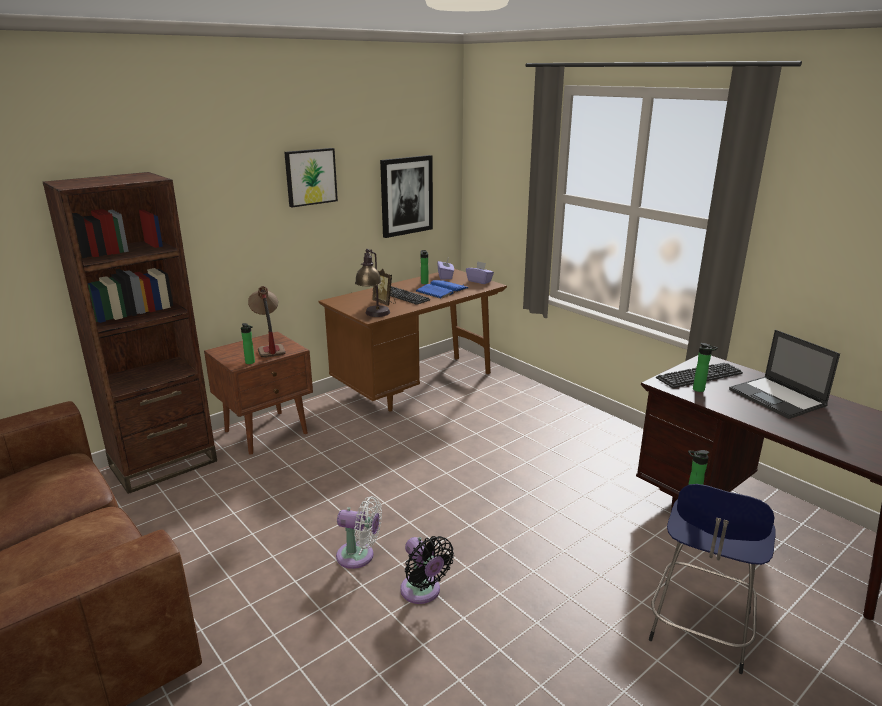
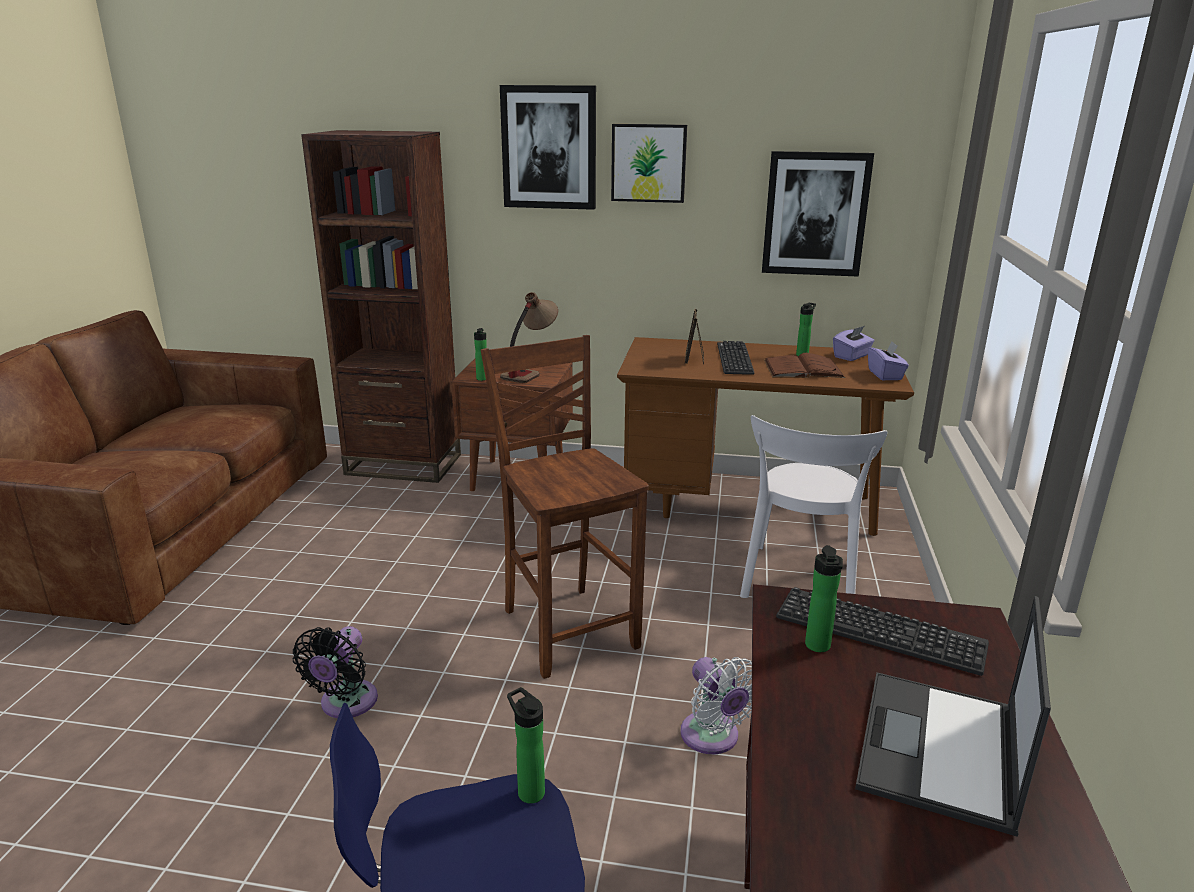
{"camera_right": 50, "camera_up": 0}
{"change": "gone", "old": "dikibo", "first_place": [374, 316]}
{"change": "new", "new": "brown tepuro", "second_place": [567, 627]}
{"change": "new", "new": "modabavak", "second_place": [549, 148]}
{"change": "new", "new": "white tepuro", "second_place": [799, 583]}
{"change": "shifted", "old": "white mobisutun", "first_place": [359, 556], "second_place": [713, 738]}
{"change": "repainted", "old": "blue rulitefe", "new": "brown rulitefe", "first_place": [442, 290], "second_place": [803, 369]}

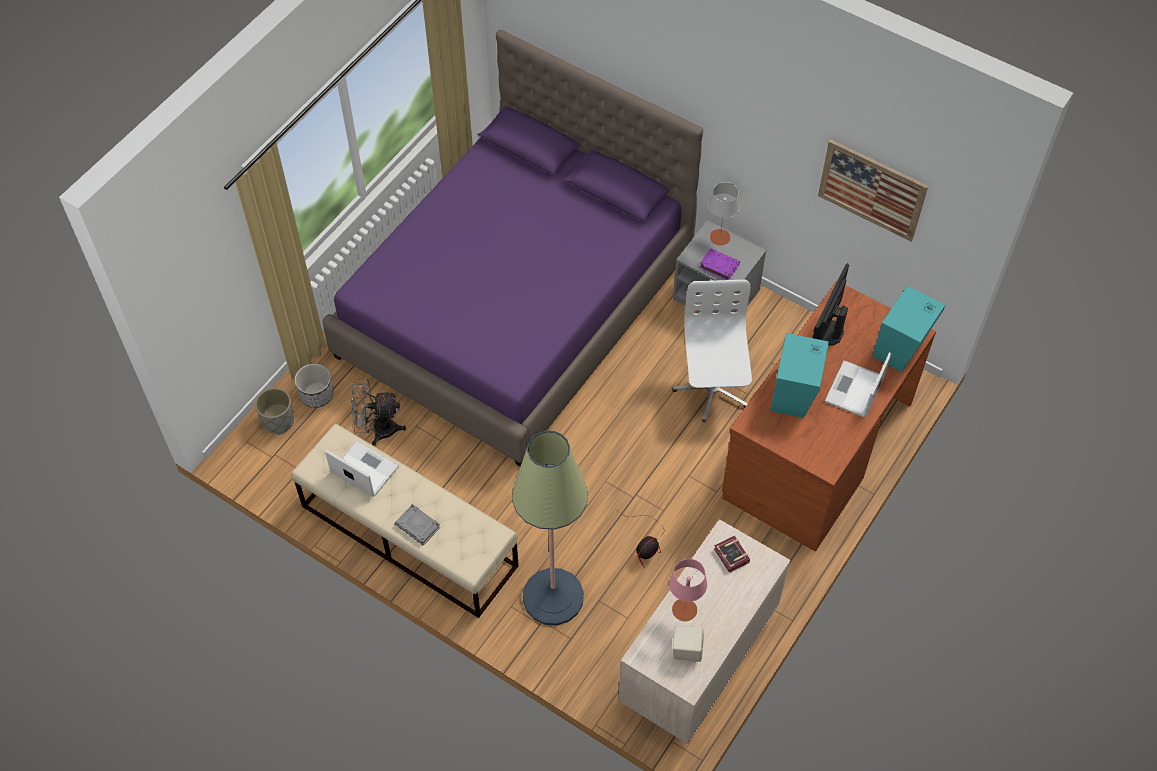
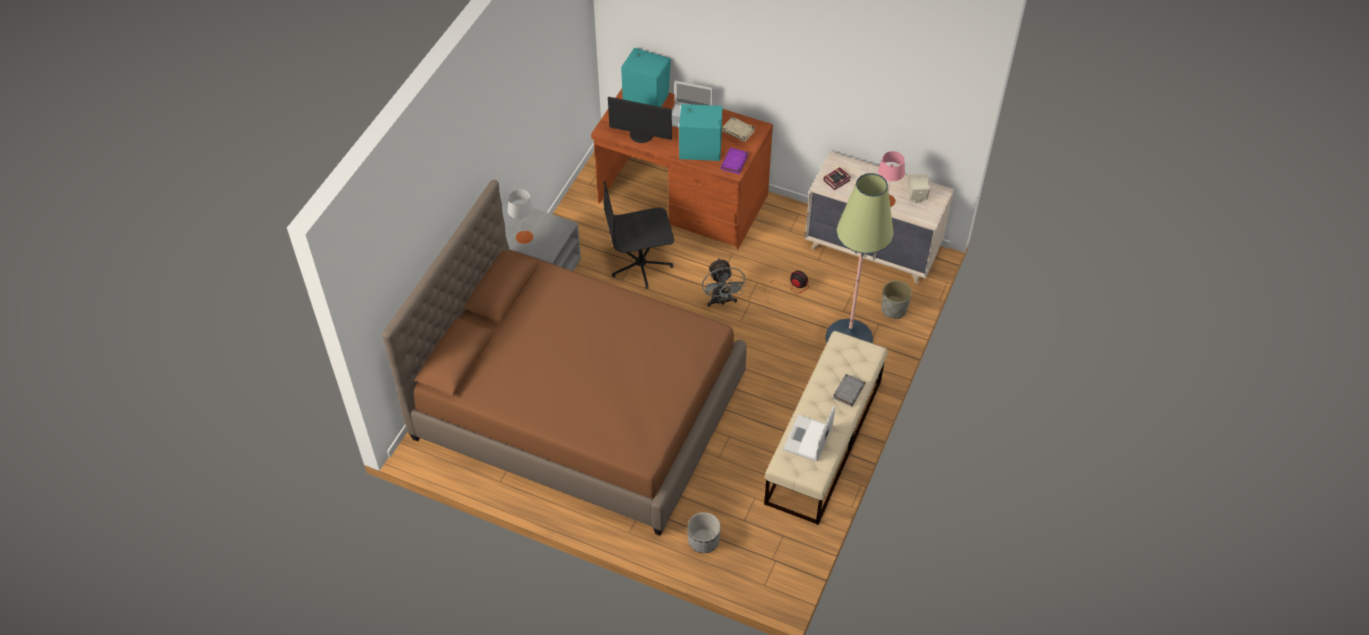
{"camera_right": -100, "camera_up": -5}
{"change": "gone", "old": "modabavak", "first_place": [872, 189]}
{"change": "new", "new": "beige rulitefe", "second_place": [738, 131]}
{"change": "shifted", "old": "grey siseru", "first_place": [278, 421], "second_place": [894, 310]}
{"change": "shifted", "old": "grey mobisutun", "first_place": [377, 429], "second_place": [721, 301]}
{"change": "shifted", "old": "purple rulitefe", "first_place": [718, 266], "second_place": [734, 163]}
{"change": "repainted", "old": "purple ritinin", "new": "brown ritinin", "first_place": [515, 306], "second_place": [579, 407]}
{"change": "repainted", "old": "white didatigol", "new": "black didatigol", "first_place": [712, 390], "second_place": [641, 265]}

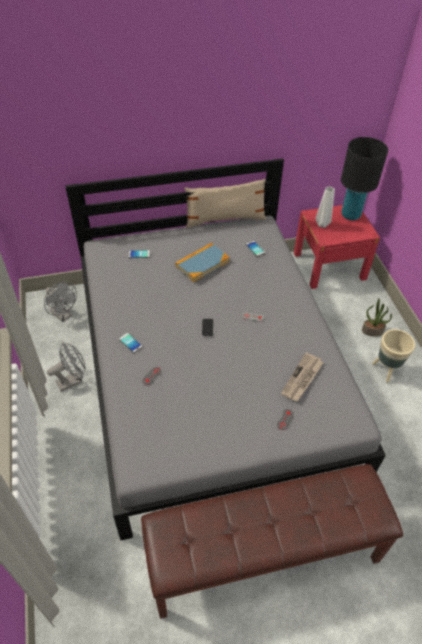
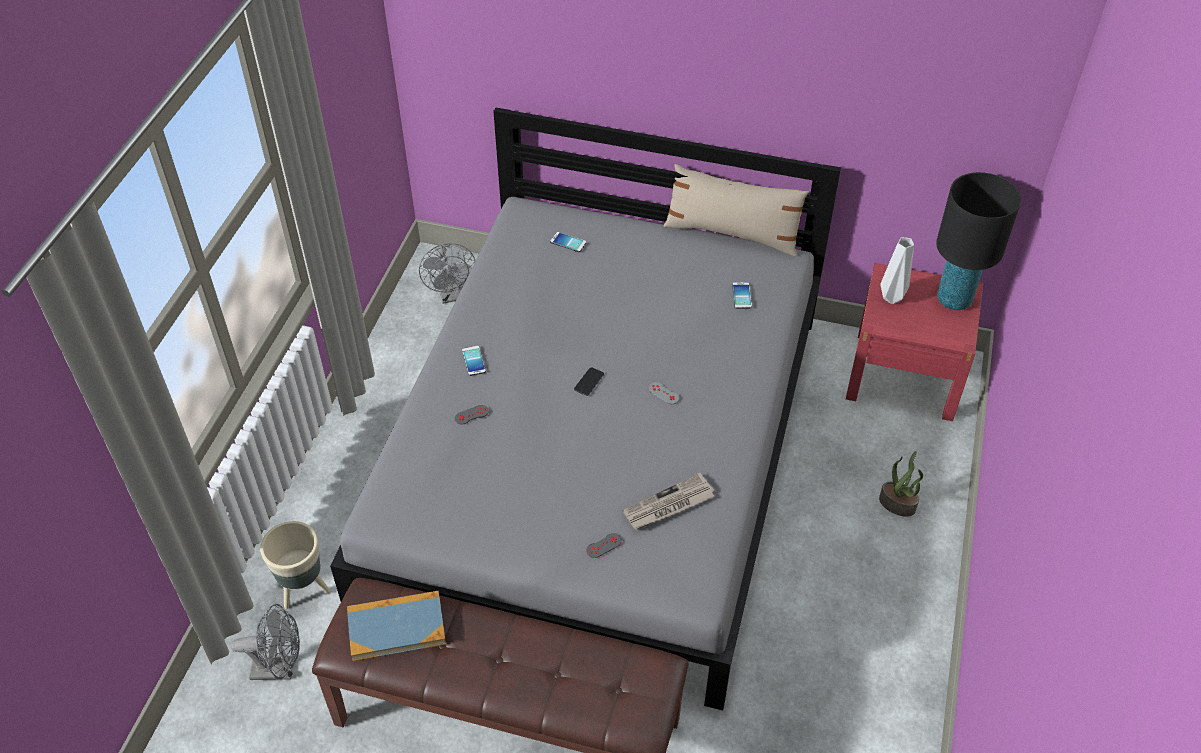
{"camera_right": 30, "camera_up": 0}
{"change": "shifted", "old": "grey mobisutun", "first_place": [73, 380], "second_place": [280, 668]}
{"change": "shifted", "old": "rulitefe", "first_place": [202, 264], "second_place": [396, 627]}
{"change": "shifted", "old": "beige siseru", "first_place": [385, 370], "second_place": [303, 590]}

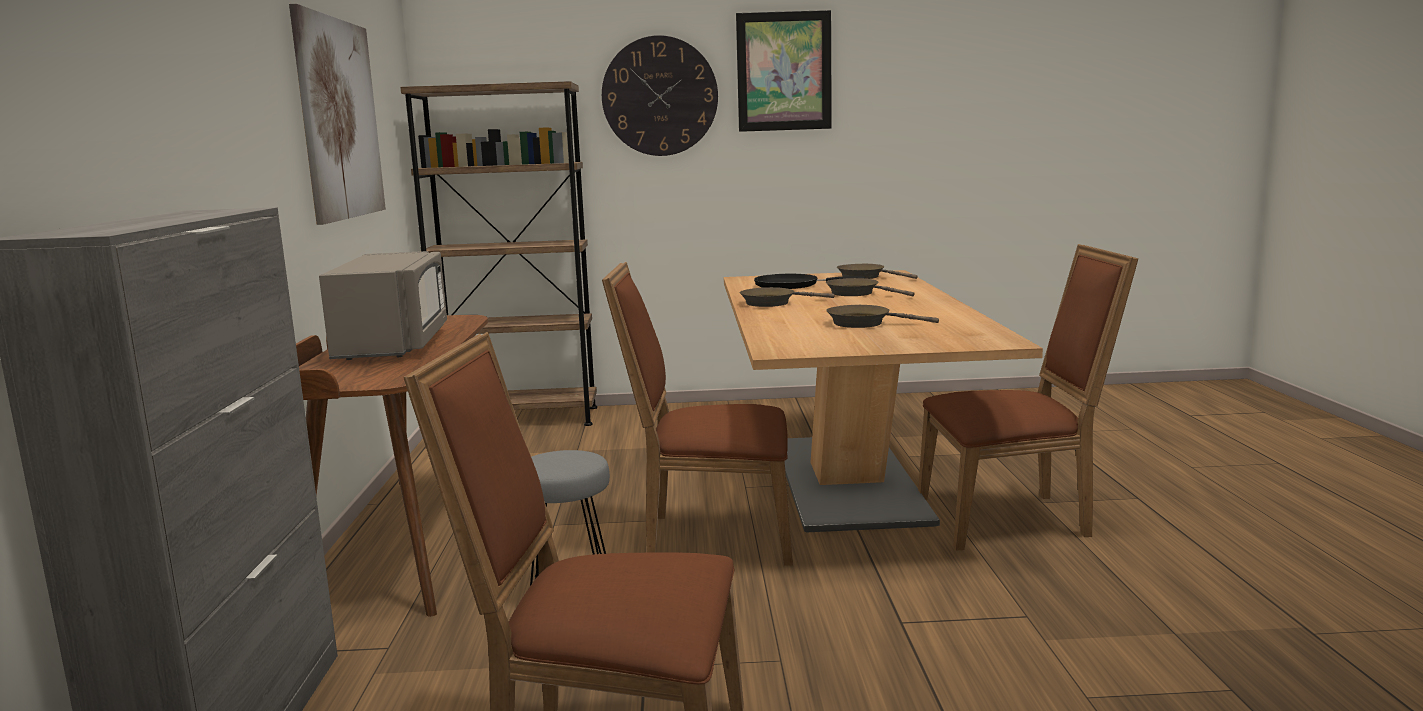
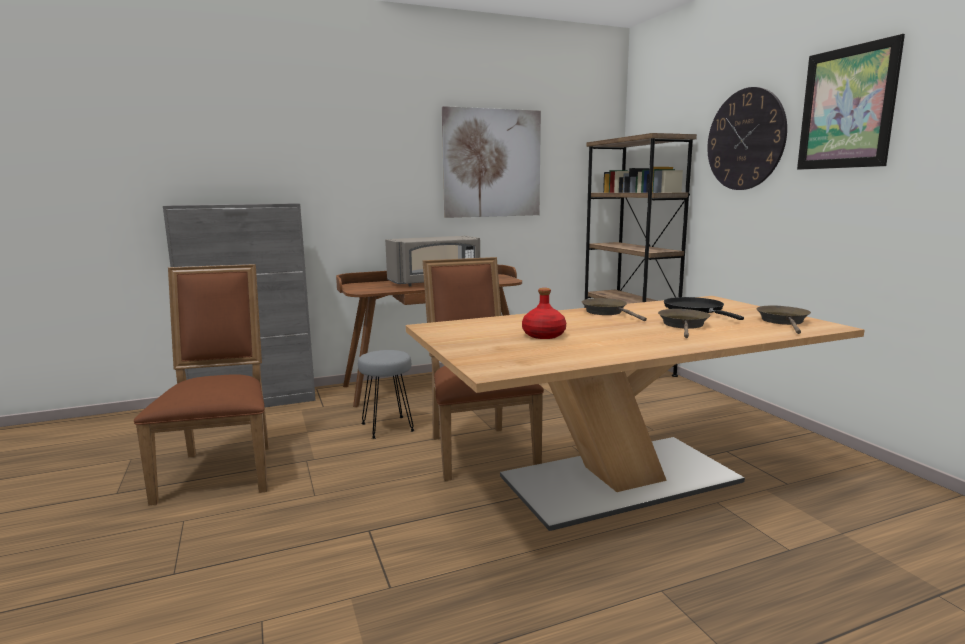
{"camera_right": 70, "camera_up": 0}
{"change": "gone", "old": "brown tepuro", "first_place": [1012, 518]}
{"change": "swapped", "old": "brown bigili", "new": "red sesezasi", "first_place": [864, 323], "second_place": [544, 335]}

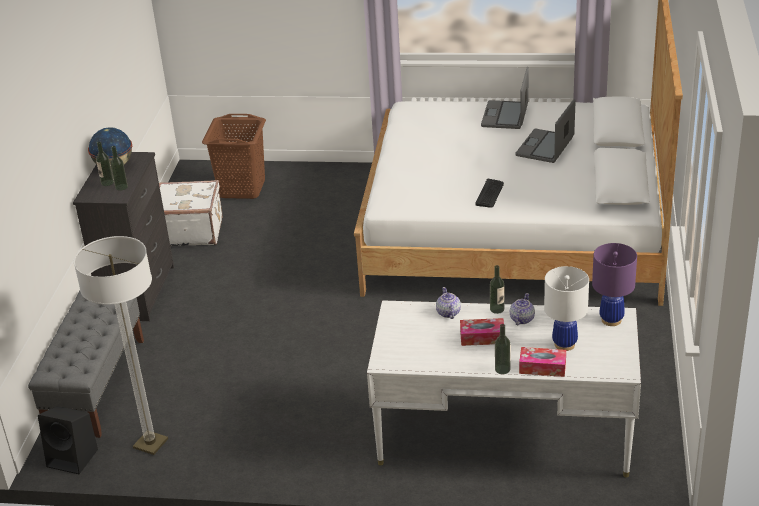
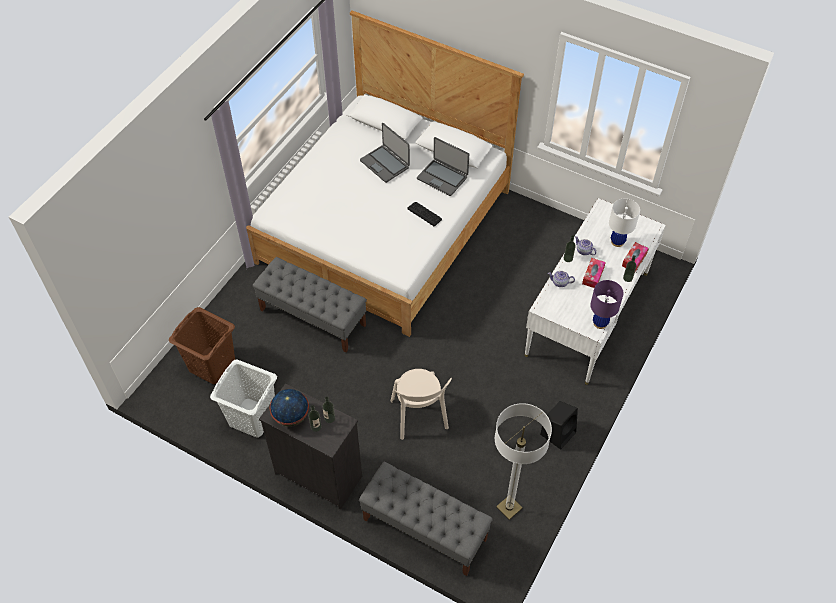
{"camera_right": -70, "camera_up": 20}
{"change": "new", "new": "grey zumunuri", "second_place": [313, 318]}
{"change": "new", "new": "beige tepuro", "second_place": [419, 417]}
{"change": "shifted", "old": "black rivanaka", "first_place": [74, 458], "second_place": [558, 432]}
{"change": "shifted", "old": "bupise", "first_place": [505, 116], "second_place": [442, 177]}
{"change": "shifted", "old": "purple dikibo", "first_place": [611, 320], "second_place": [600, 323]}
{"change": "swapped", "old": "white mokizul", "new": "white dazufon", "first_place": [190, 231], "second_place": [252, 418]}

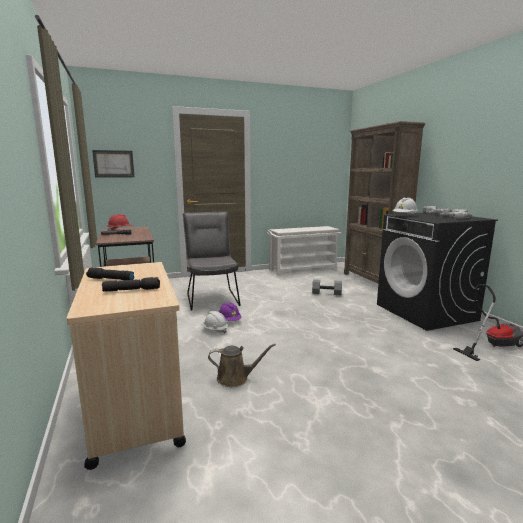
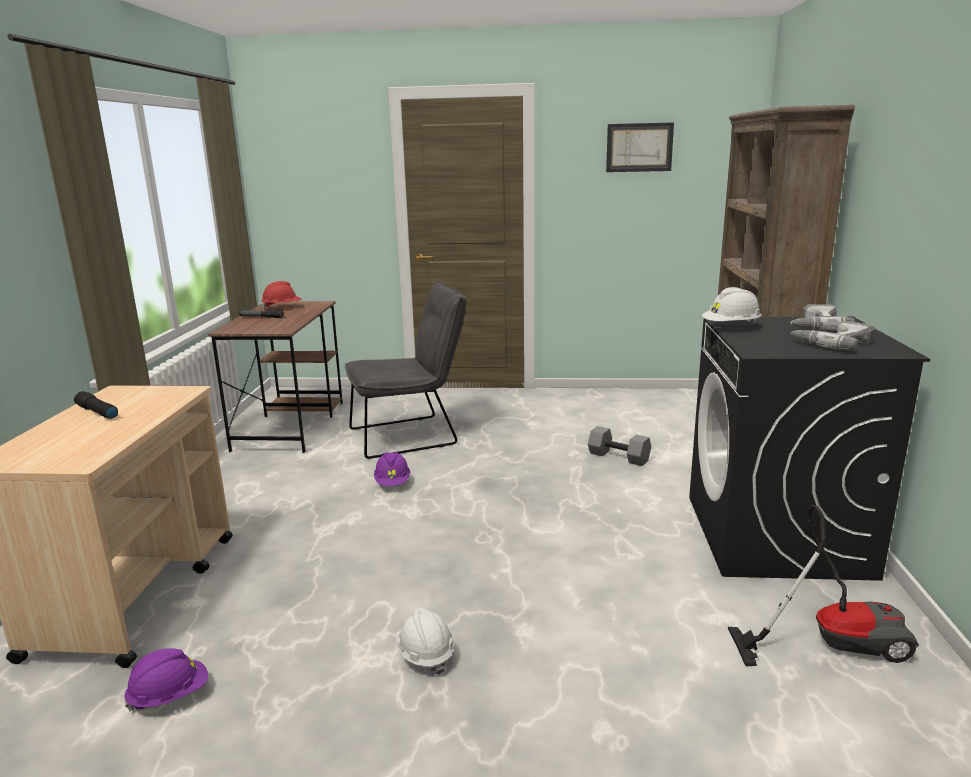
{"camera_right": 25, "camera_up": 5}
{"change": "gone", "old": "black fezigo", "first_place": [132, 290]}
{"change": "gone", "old": "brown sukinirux", "first_place": [235, 378]}
{"change": "gone", "old": "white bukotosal", "first_place": [303, 269]}
{"change": "new", "new": "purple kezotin", "second_place": [170, 696]}
{"change": "shifted", "old": "modabavak", "first_place": [113, 164], "second_place": [639, 147]}
{"change": "shifted", "old": "white kezotin", "first_place": [214, 330], "second_place": [425, 655]}
{"change": "rotated", "old": "grey tepuro", "first_place": [212, 298], "second_place": [410, 435], "degrees": 60}

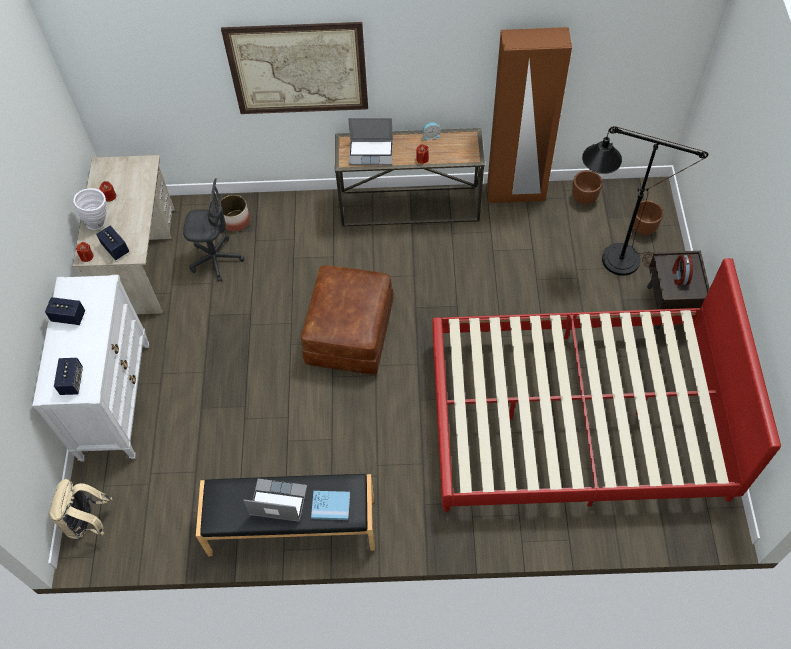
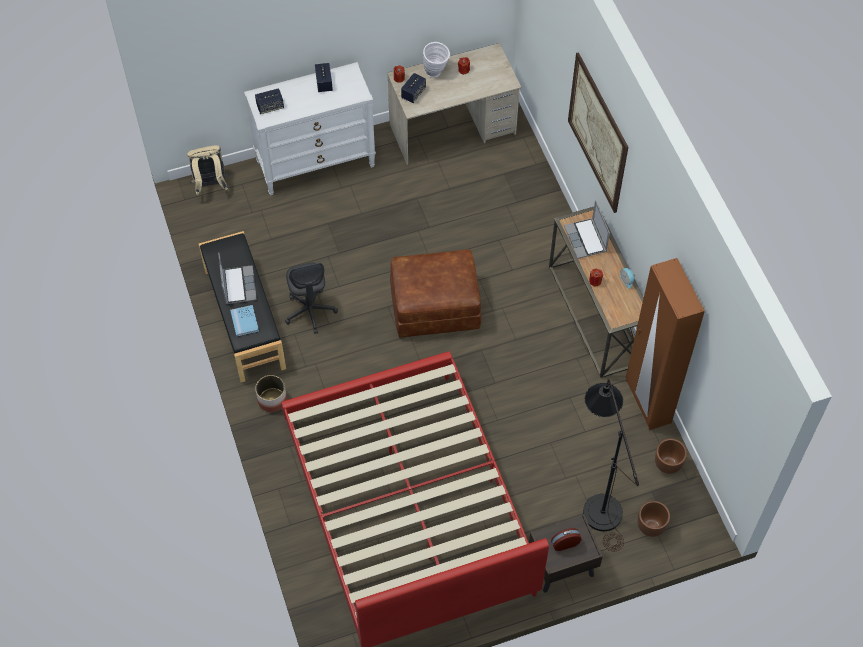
{"camera_right": 70, "camera_up": 0}
{"change": "shifted", "old": "grey didatigol", "first_place": [216, 259], "second_place": [310, 311]}
{"change": "shifted", "old": "siseru", "first_place": [236, 221], "second_place": [272, 400]}

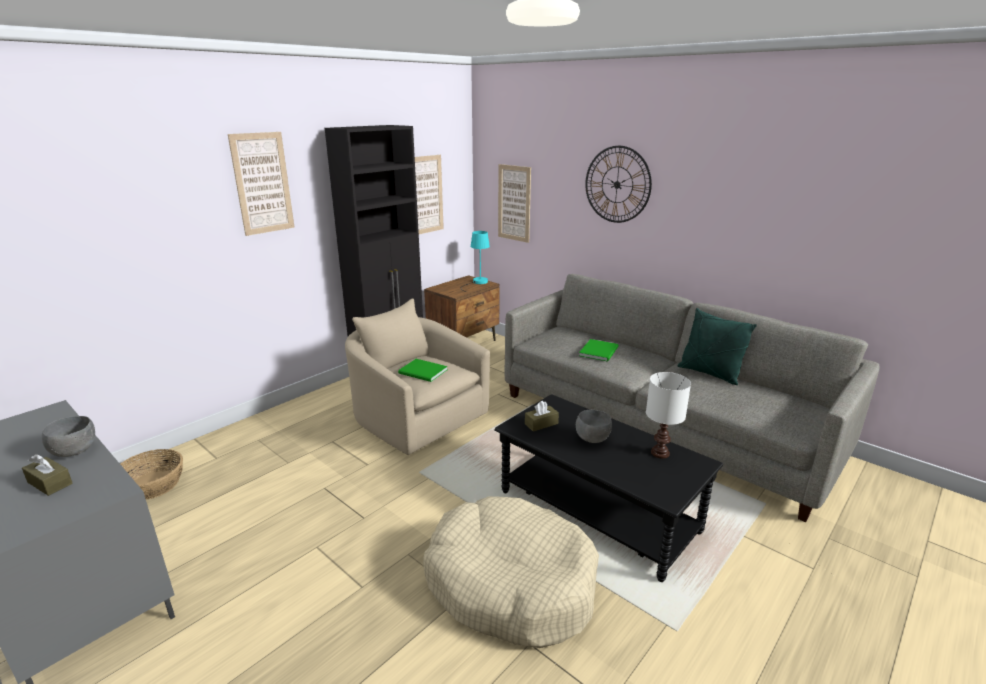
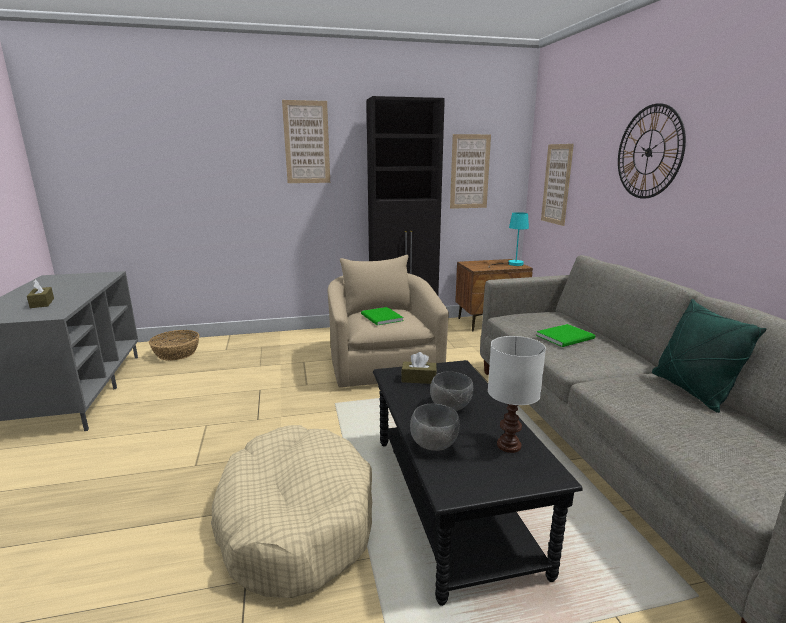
{"camera_right": 35, "camera_up": -5}
{"change": "shifted", "old": "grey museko", "first_place": [75, 451], "second_place": [435, 444]}

